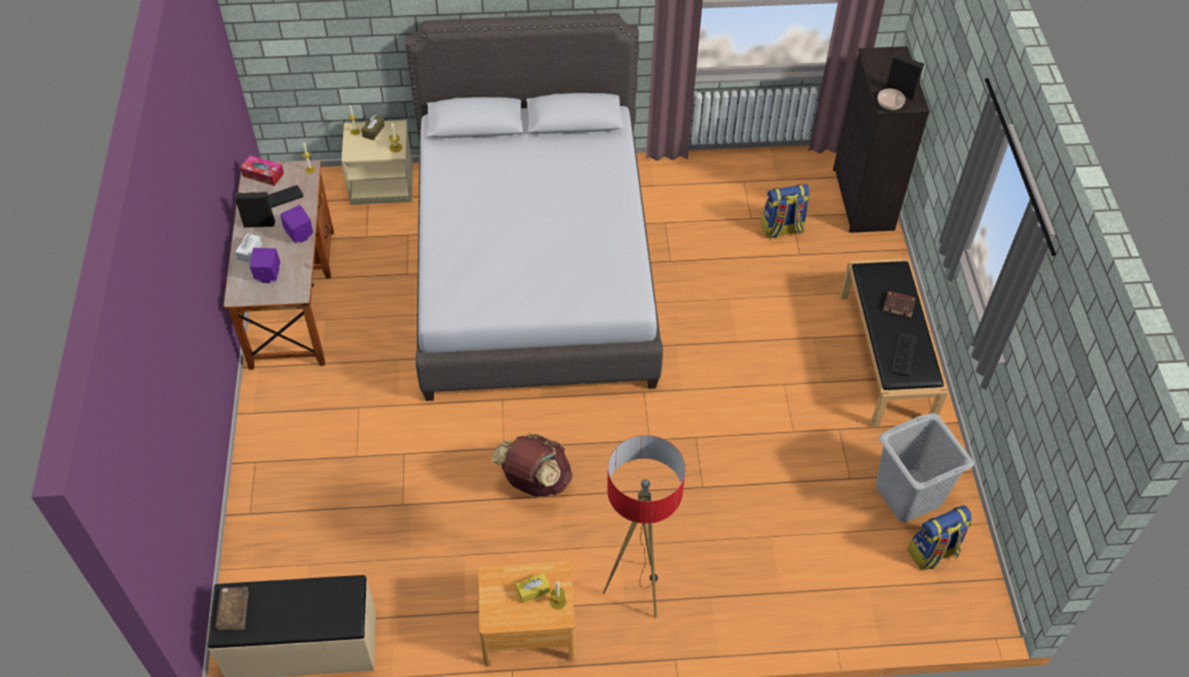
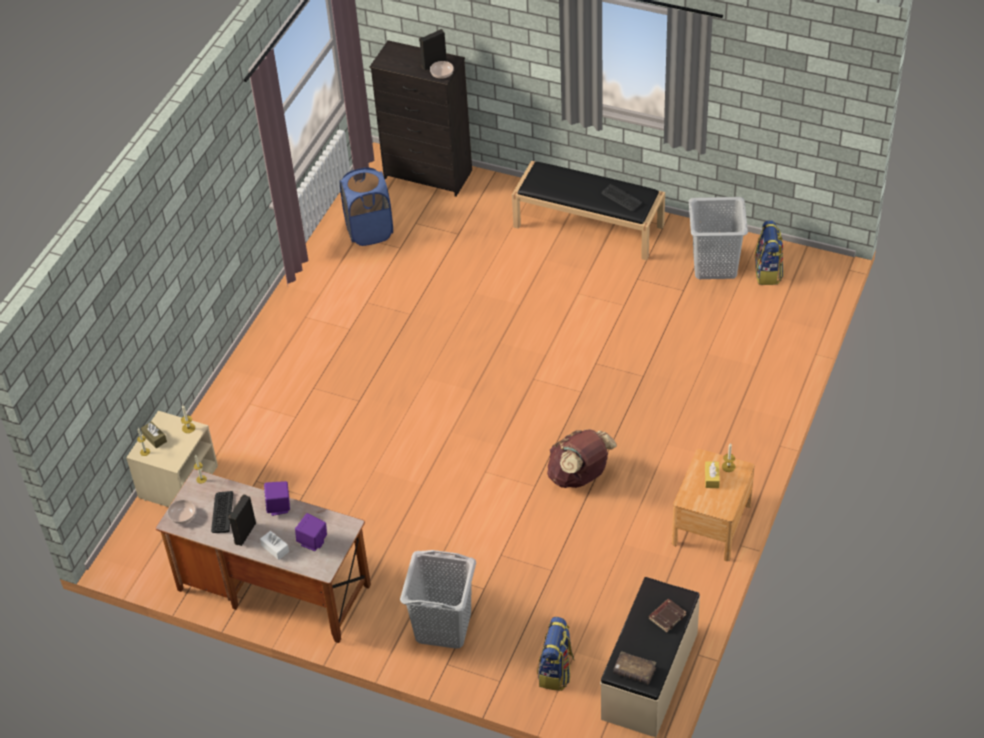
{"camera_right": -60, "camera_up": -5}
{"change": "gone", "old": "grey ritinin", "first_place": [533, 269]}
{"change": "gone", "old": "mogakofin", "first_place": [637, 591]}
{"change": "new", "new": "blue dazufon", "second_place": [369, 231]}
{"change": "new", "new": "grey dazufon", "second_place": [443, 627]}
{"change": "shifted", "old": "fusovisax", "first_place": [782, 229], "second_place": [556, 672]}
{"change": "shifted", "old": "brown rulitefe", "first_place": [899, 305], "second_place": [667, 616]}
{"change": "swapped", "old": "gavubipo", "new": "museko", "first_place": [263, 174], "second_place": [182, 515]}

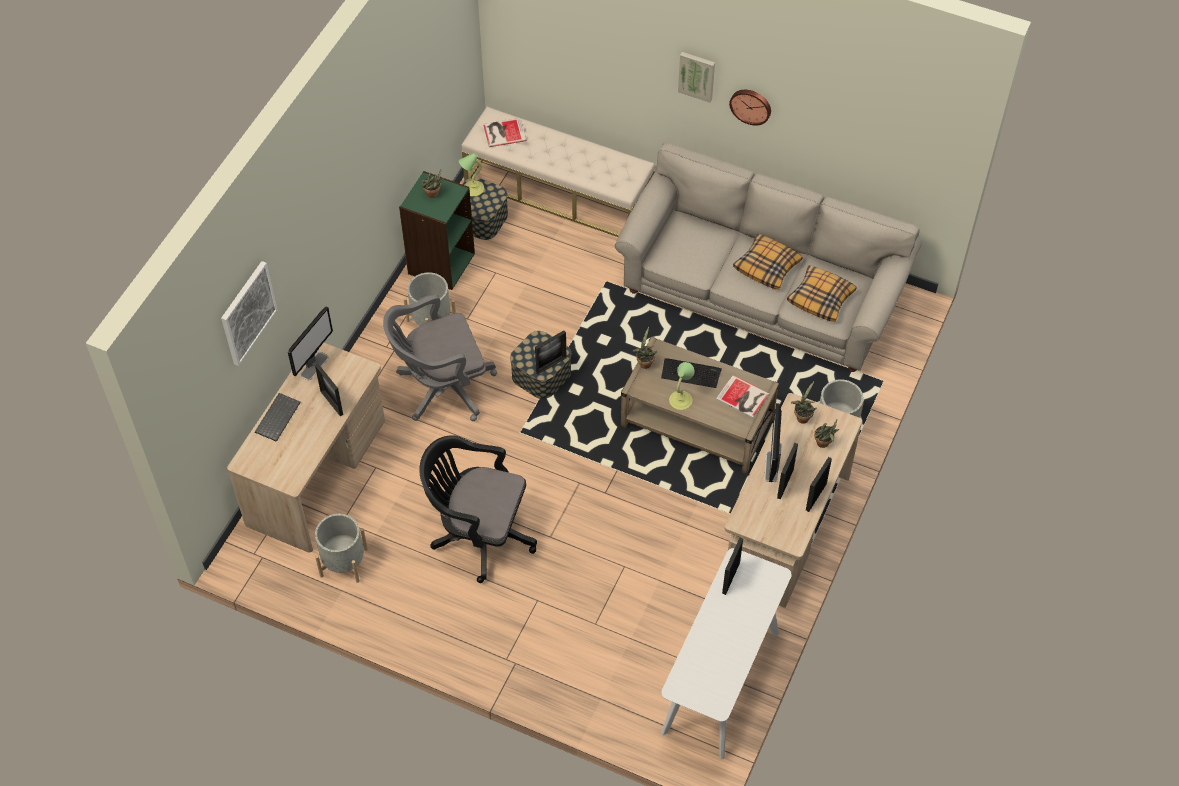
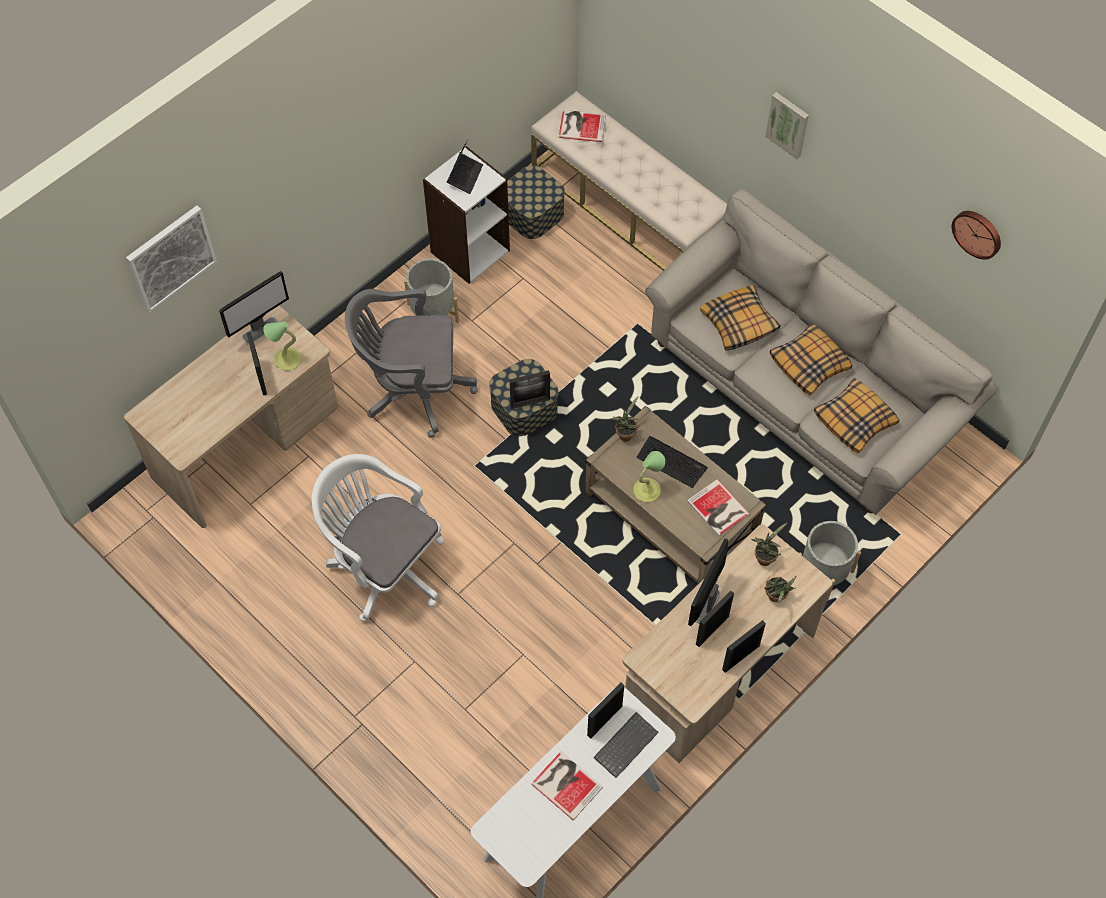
{"camera_right": 20, "camera_up": 5}
{"change": "gone", "old": "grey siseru", "first_place": [344, 562]}
{"change": "new", "new": "rulitefe", "second_place": [566, 783]}
{"change": "new", "new": "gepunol", "second_place": [739, 323]}
{"change": "shifted", "old": "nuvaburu", "first_place": [277, 417], "second_place": [625, 744]}
{"change": "shifted", "old": "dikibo", "first_place": [472, 189], "second_place": [286, 359]}
{"change": "shifted", "old": "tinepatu", "first_place": [751, 105], "second_place": [978, 233]}
{"change": "swapped", "old": "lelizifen", "new": "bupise", "first_place": [433, 195], "second_place": [465, 176]}
{"change": "repainted", "old": "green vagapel", "new": "white vagapel", "first_place": [440, 263], "second_place": [469, 250]}
{"change": "repainted", "old": "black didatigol", "new": "white didatigol", "first_place": [478, 534], "second_place": [383, 566]}

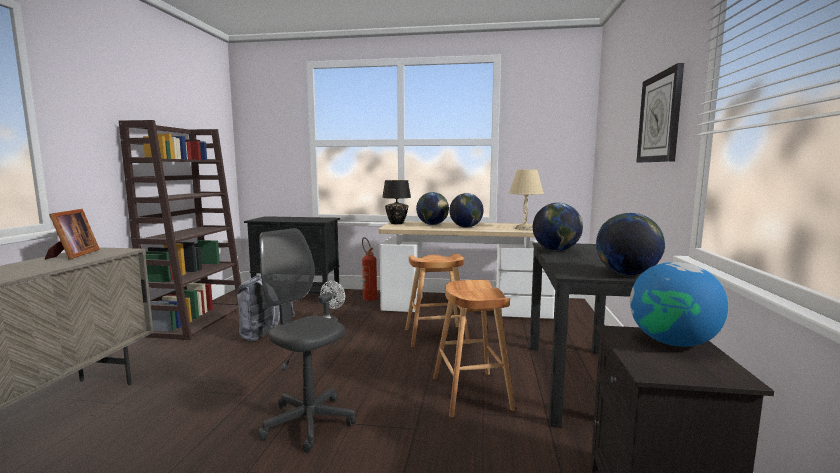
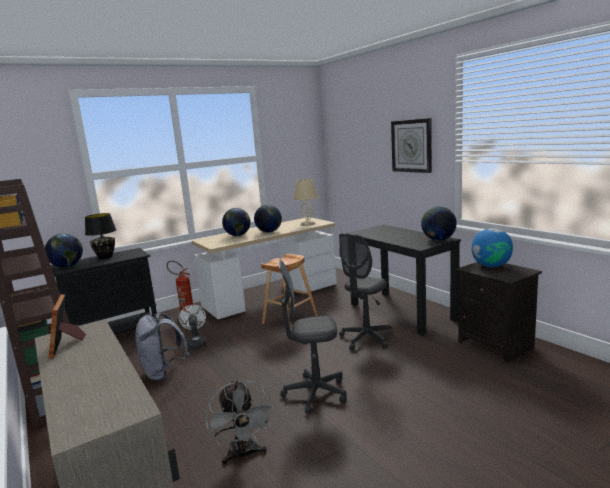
{"camera_right": -40, "camera_up": 5}
{"change": "new", "new": "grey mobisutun", "second_place": [244, 455]}
{"change": "shifted", "old": "black dikibo", "first_place": [397, 223], "second_place": [106, 257]}
{"change": "shifted", "old": "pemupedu", "first_place": [556, 250], "second_place": [67, 266]}
{"change": "swapped", "old": "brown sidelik", "new": "grey didatigol", "first_place": [471, 393], "second_place": [366, 339]}
{"change": "rotated", "old": "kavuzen", "first_place": [73, 255], "second_place": [67, 345], "degrees": -150}

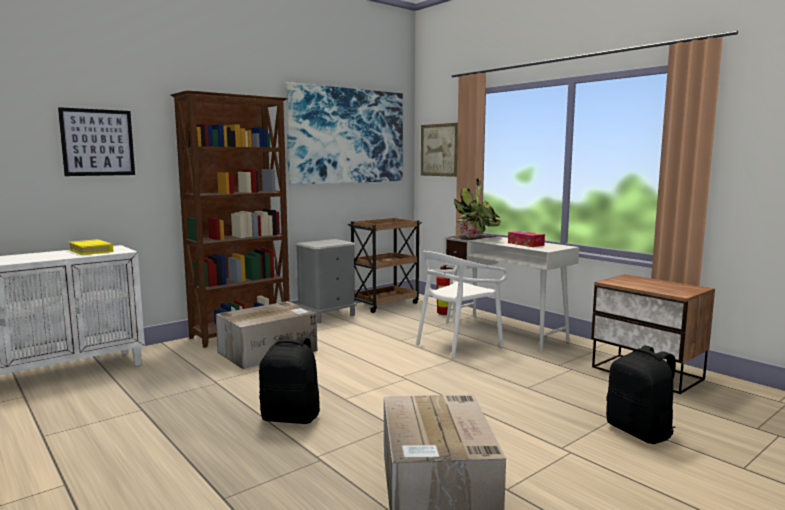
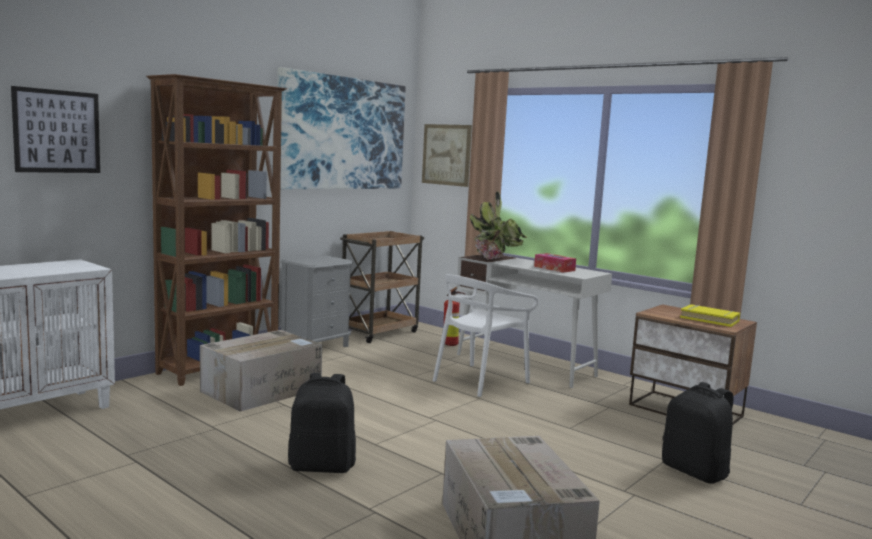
{"camera_right": -10, "camera_up": 0}
{"change": "shifted", "old": "yellow rulitefe", "first_place": [91, 251], "second_place": [709, 319]}

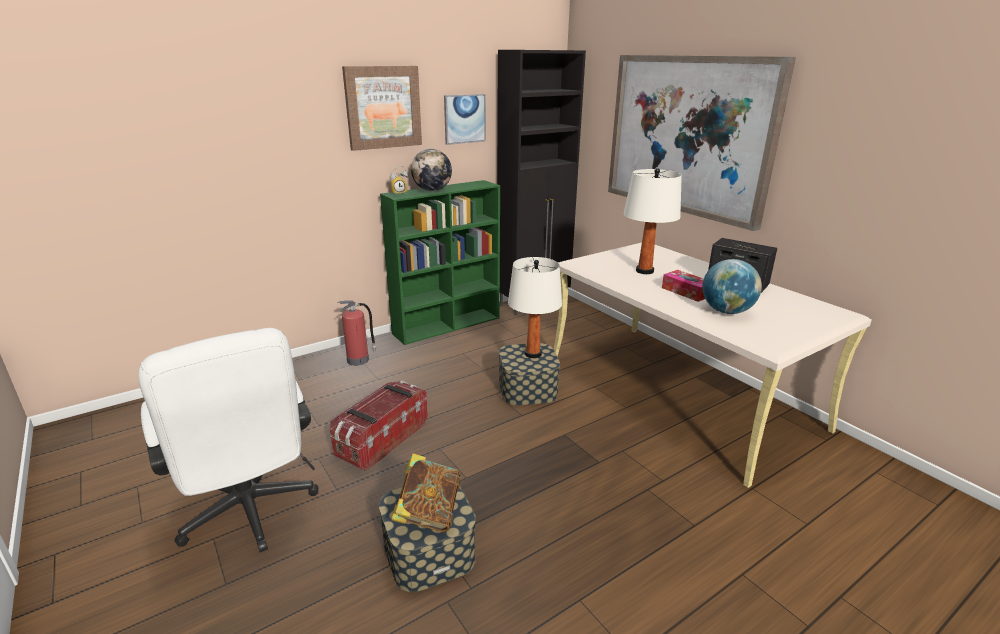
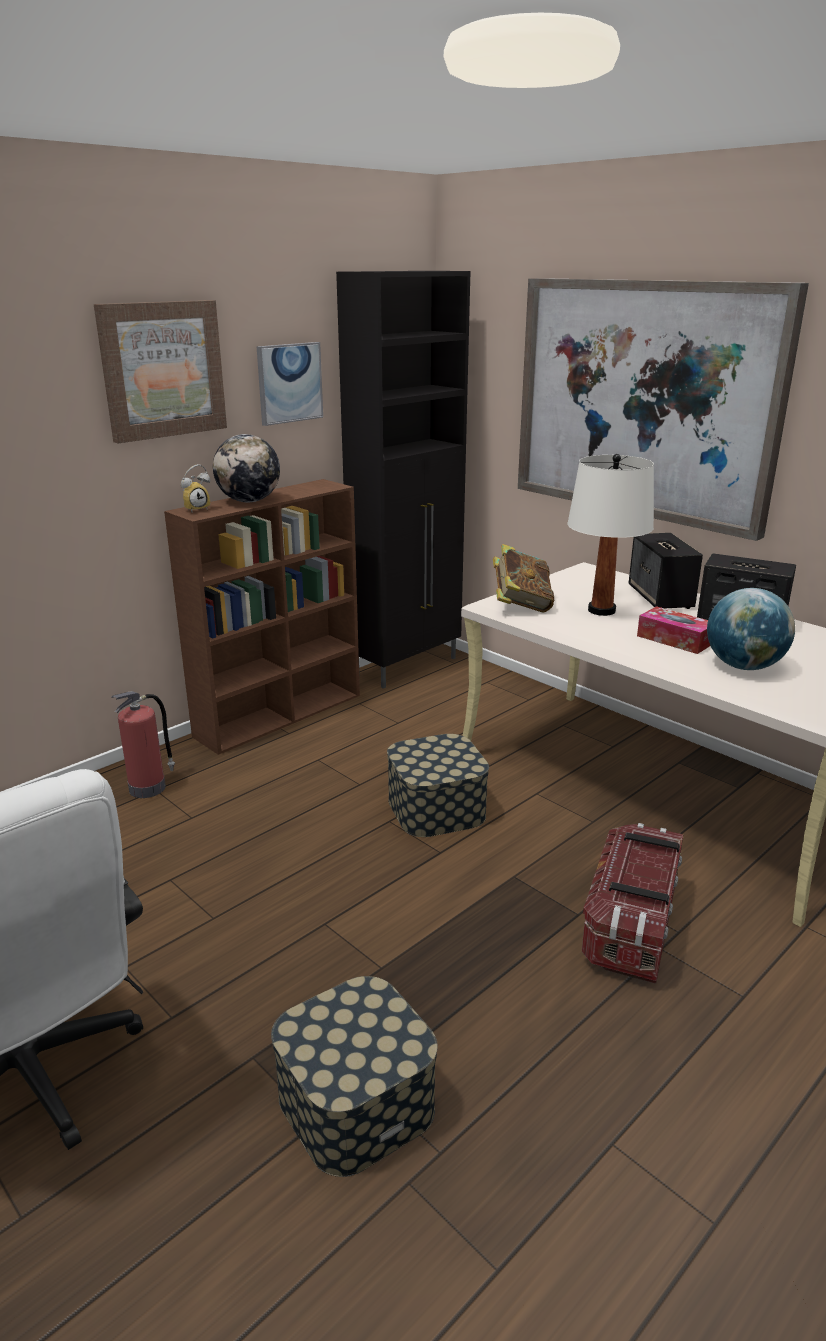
{"camera_right": -10, "camera_up": 0}
{"change": "gone", "old": "white dikibo", "first_place": [533, 354]}
{"change": "new", "new": "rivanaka", "second_place": [660, 597]}
{"change": "shifted", "old": "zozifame", "first_place": [381, 440], "second_place": [631, 925]}
{"change": "shifted", "old": "rulitefe", "first_place": [428, 514], "second_place": [521, 605]}
{"change": "repainted", "old": "green vagapel", "new": "brown vagapel", "first_place": [448, 325], "second_place": [281, 714]}

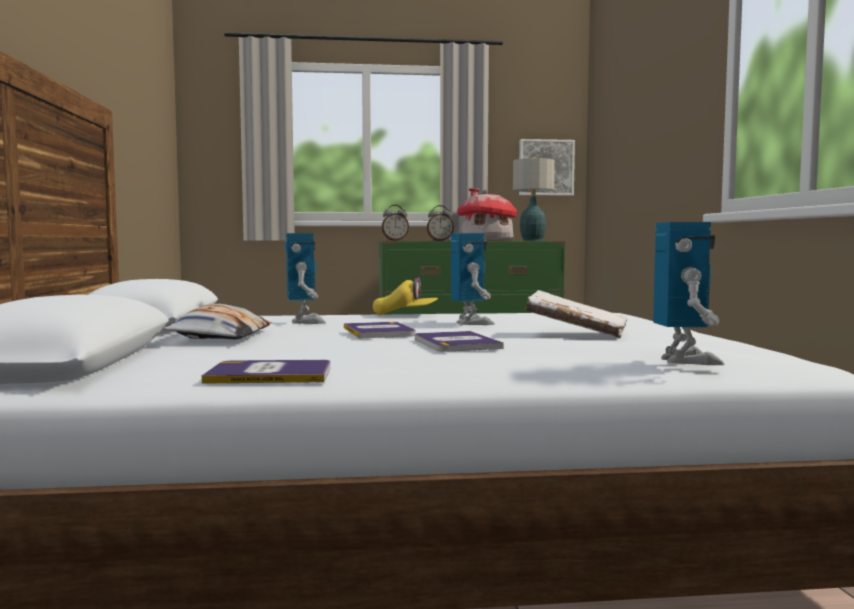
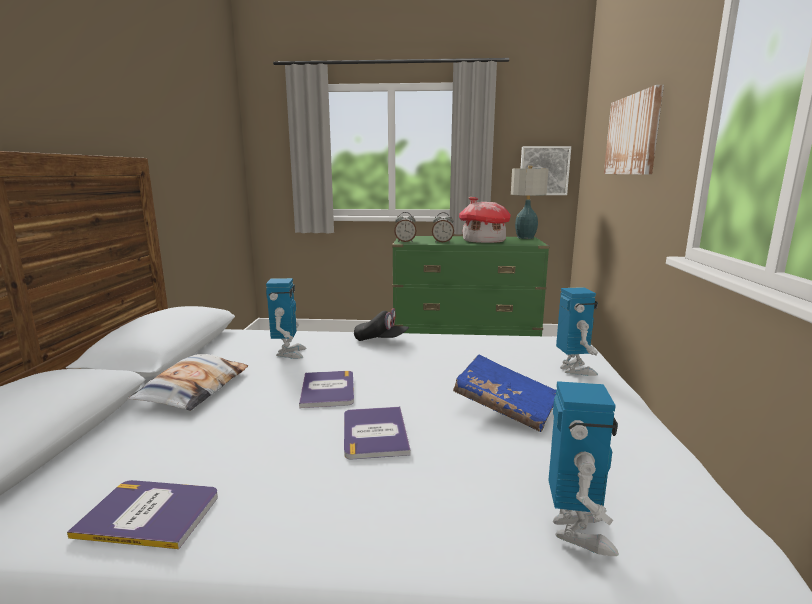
{"camera_right": 10, "camera_up": 10}
{"change": "new", "new": "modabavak", "second_place": [633, 135]}
{"change": "shifted", "old": "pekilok", "first_place": [471, 323], "second_place": [574, 369]}
{"change": "repainted", "old": "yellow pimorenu", "new": "black pimorenu", "first_place": [405, 315], "second_place": [381, 340]}
{"change": "repainted", "old": "white rulitefe", "new": "blue rulitefe", "first_place": [576, 332], "second_place": [505, 406]}

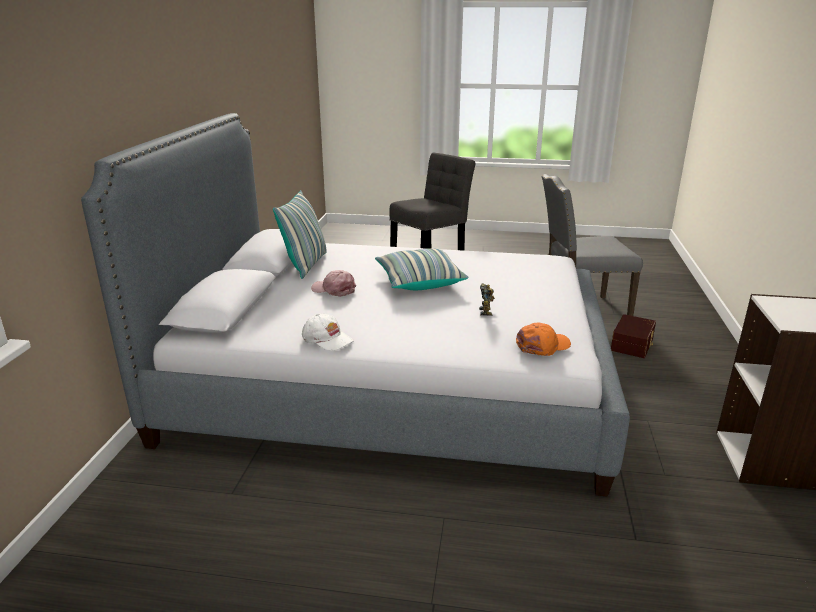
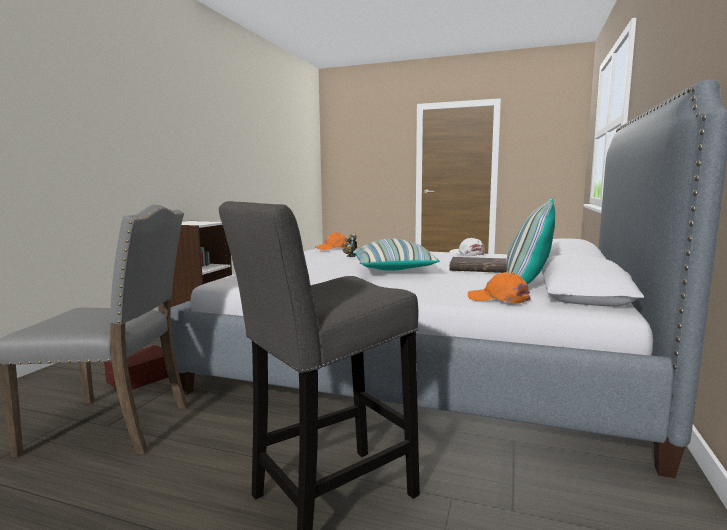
{"camera_right": -170, "camera_up": -15}
{"change": "new", "new": "orange pimorenu", "second_place": [498, 298]}
{"change": "swapped", "old": "pink pimorenu", "new": "brown rulitefe", "first_place": [334, 289], "second_place": [477, 268]}

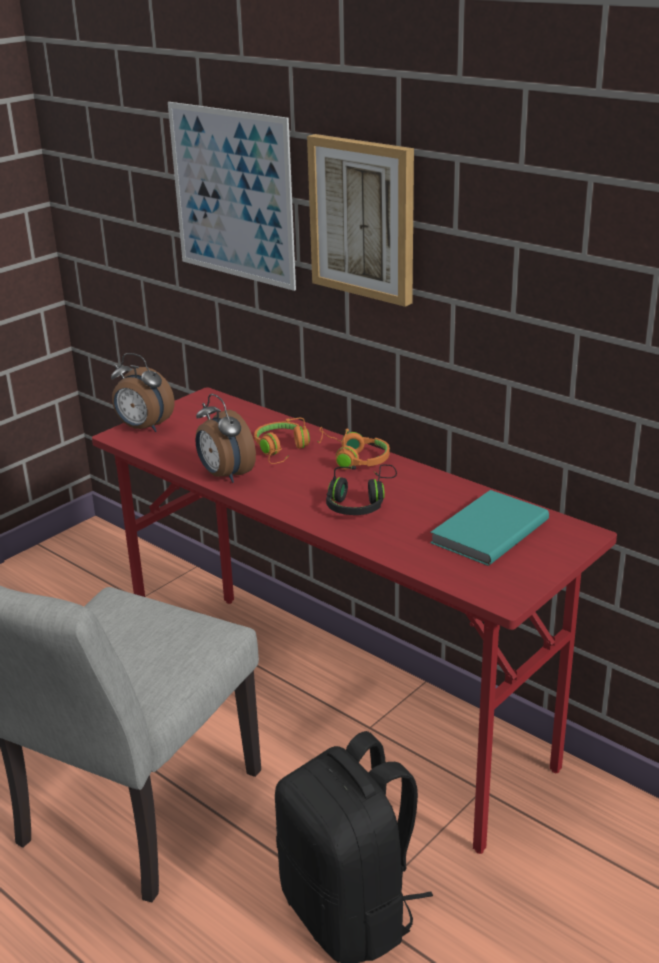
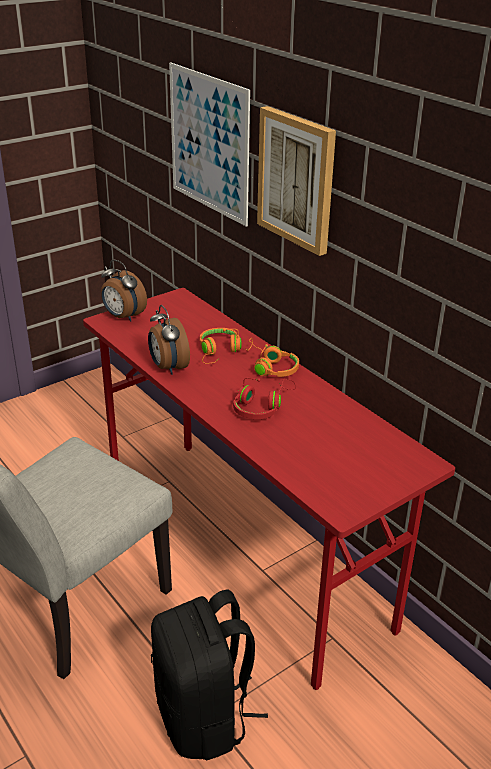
{"camera_right": 10, "camera_up": 5}
{"change": "gone", "old": "turquoise rulitefe", "first_place": [486, 531]}
{"change": "repainted", "old": "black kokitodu", "new": "red kokitodu", "first_place": [360, 502], "second_place": [262, 407]}

